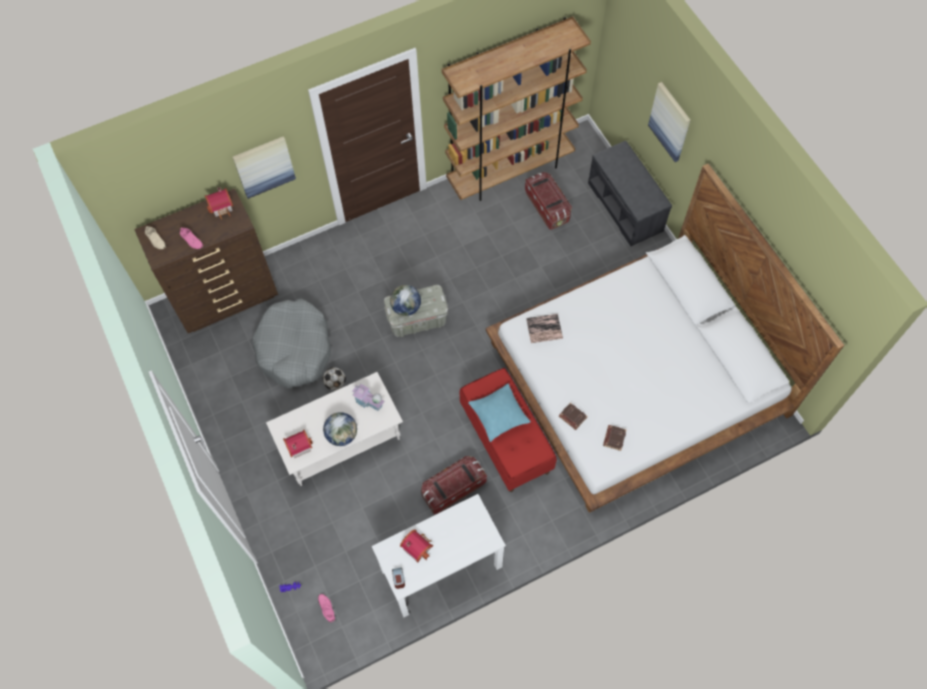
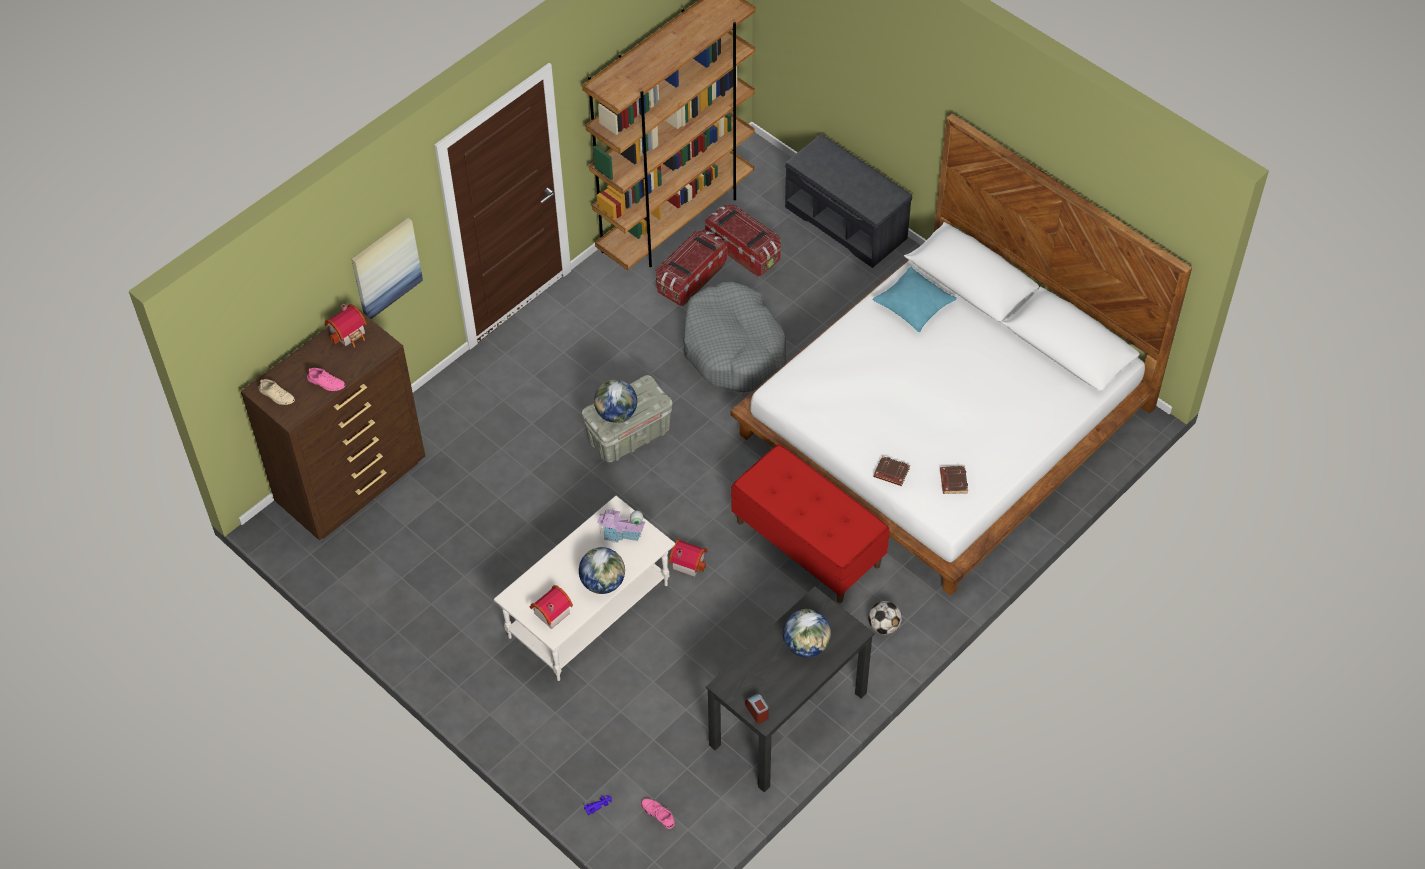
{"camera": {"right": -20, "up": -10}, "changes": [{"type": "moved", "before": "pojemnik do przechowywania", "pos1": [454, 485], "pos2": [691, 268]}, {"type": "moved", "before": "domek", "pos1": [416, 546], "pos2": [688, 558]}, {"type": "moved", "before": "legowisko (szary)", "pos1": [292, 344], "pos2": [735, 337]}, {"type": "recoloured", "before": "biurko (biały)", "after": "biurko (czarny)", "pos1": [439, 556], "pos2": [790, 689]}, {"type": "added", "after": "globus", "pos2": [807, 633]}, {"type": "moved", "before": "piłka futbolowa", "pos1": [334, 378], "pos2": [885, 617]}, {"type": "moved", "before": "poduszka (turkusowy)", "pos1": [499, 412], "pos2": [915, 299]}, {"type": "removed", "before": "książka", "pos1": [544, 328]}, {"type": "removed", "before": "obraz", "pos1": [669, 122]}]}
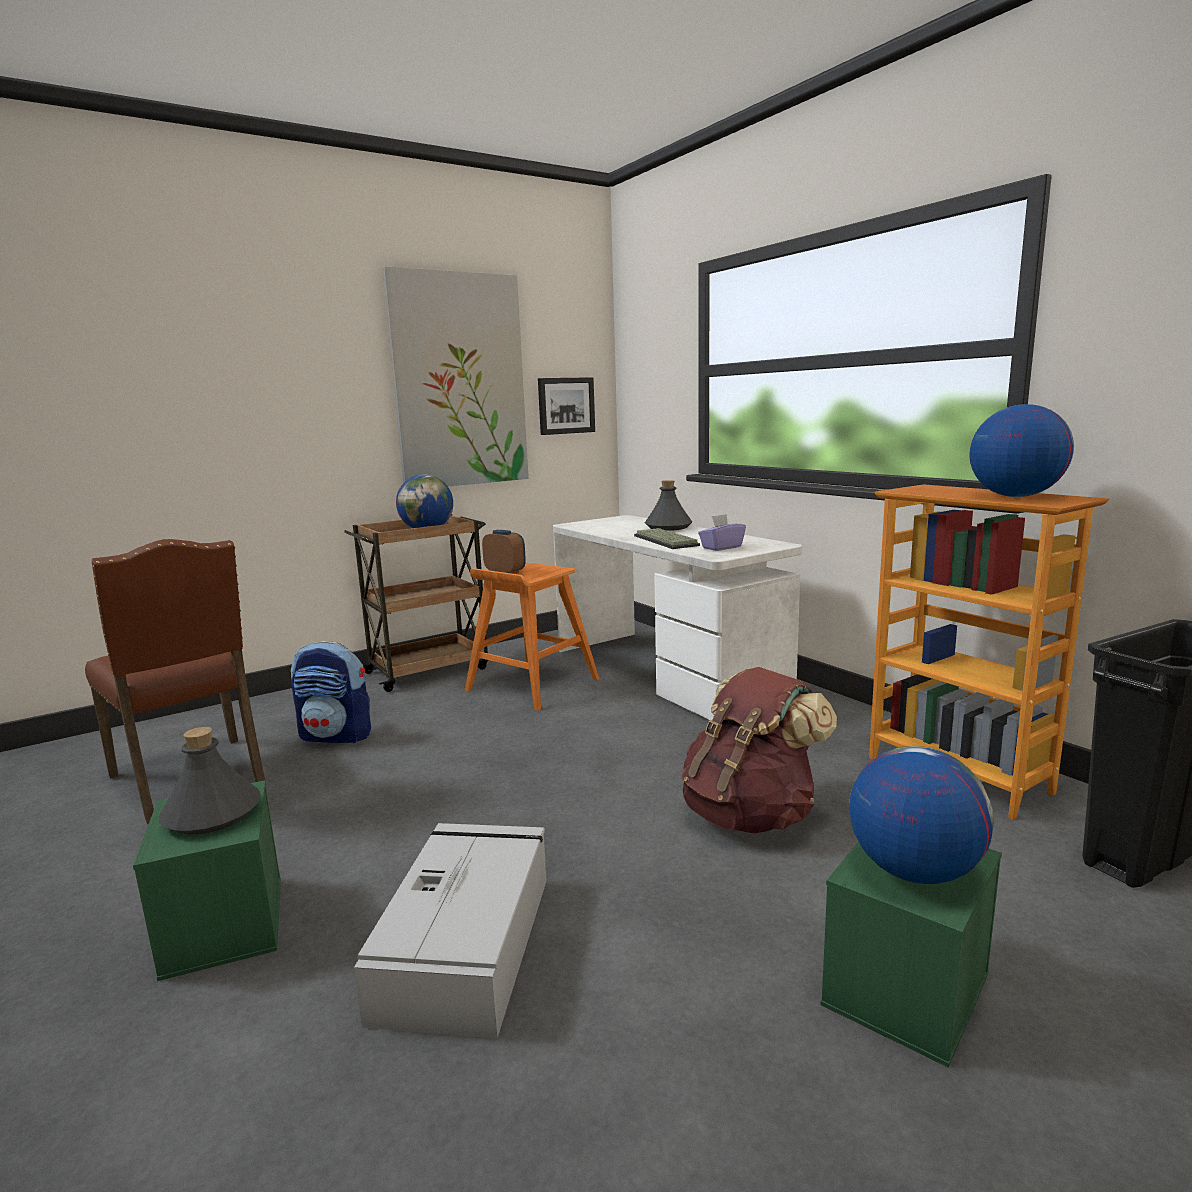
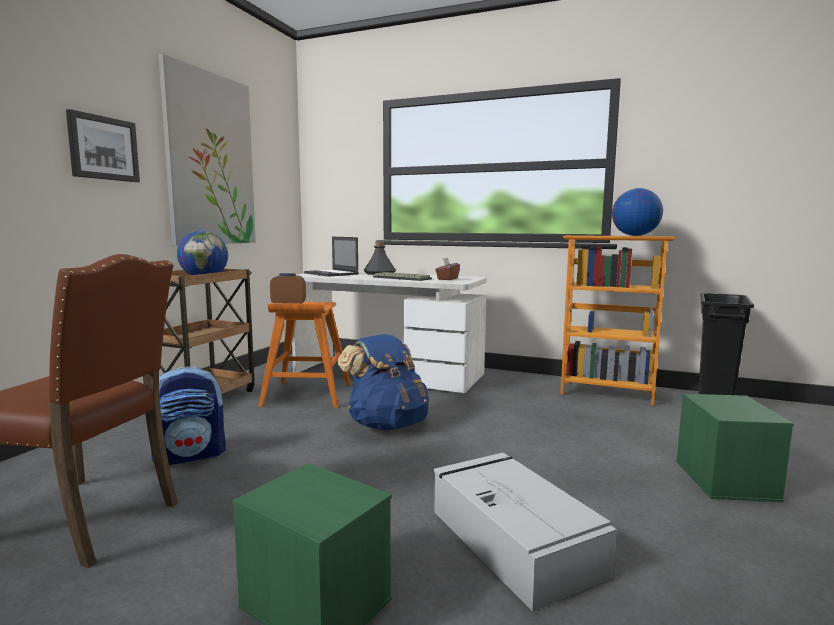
{"camera": {"right": -35, "up": -5}, "changes": [{"type": "moved", "before": "obraz", "pos1": [566, 406], "pos2": [103, 145]}, {"type": "added", "after": "laptop", "pos2": [331, 257]}, {"type": "added", "after": "plecak (niebieski)", "pos2": [383, 382]}, {"type": "recoloured", "before": "pudełko chusteczek (fioletowy)", "after": "pudełko chusteczek (brązowy)", "pos1": [722, 532], "pos2": [447, 269]}, {"type": "removed", "before": "butelka (szary)", "pos1": [210, 781]}, {"type": "removed", "before": "plecak (brązowy)", "pos1": [759, 750]}, {"type": "removed", "before": "globus", "pos1": [922, 815]}]}
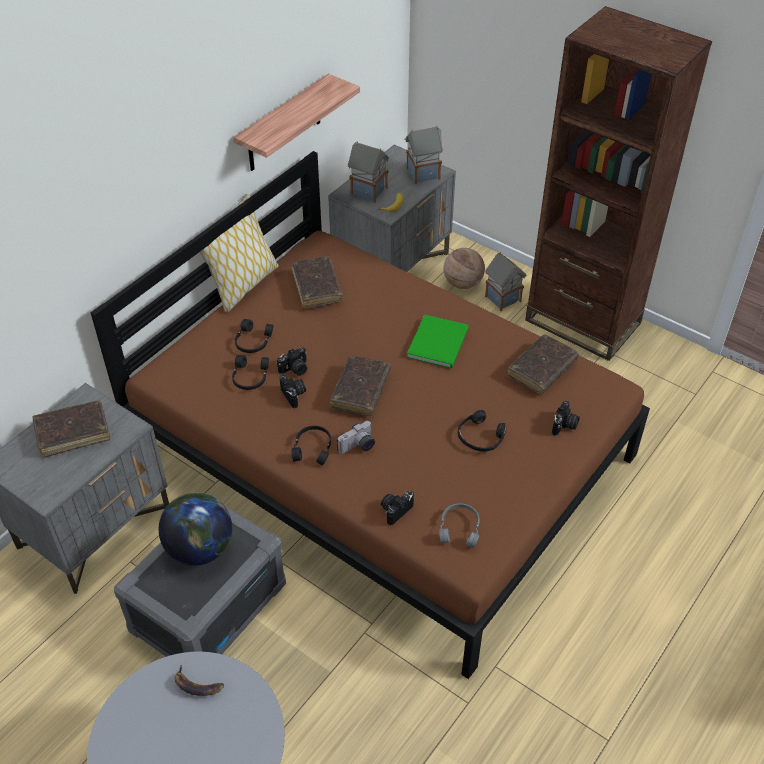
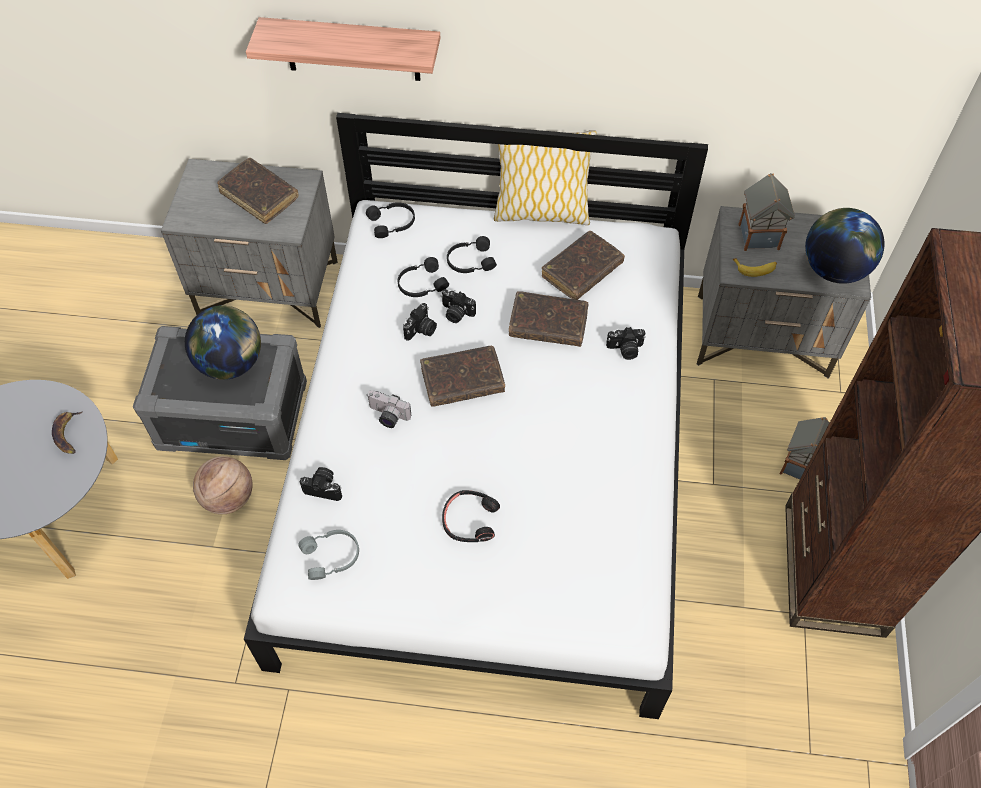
{"camera": {"right": 60, "up": 10}, "changes": [{"type": "moved", "before": "piłka do koszykówki", "pos1": [464, 268], "pos2": [223, 485]}, {"type": "recoloured", "before": "łóżko (brązowy)", "after": "łóżko (biały)", "pos1": [370, 415], "pos2": [476, 416]}, {"type": "moved", "before": "półka", "pos1": [296, 122], "pos2": [343, 49]}, {"type": "moved", "before": "słuchawki (czarny)", "pos1": [311, 446], "pos2": [390, 220]}, {"type": "moved", "before": "książka (brązowy)", "pos1": [543, 364], "pos2": [549, 319]}, {"type": "moved", "before": "aparat fotograficzny", "pos1": [566, 418], "pos2": [626, 343]}, {"type": "replaced", "before": "domek", "after": "globus", "pos1": [423, 155], "pos2": [844, 246]}, {"type": "removed", "before": "książka (zielony)", "pos1": [438, 341]}]}
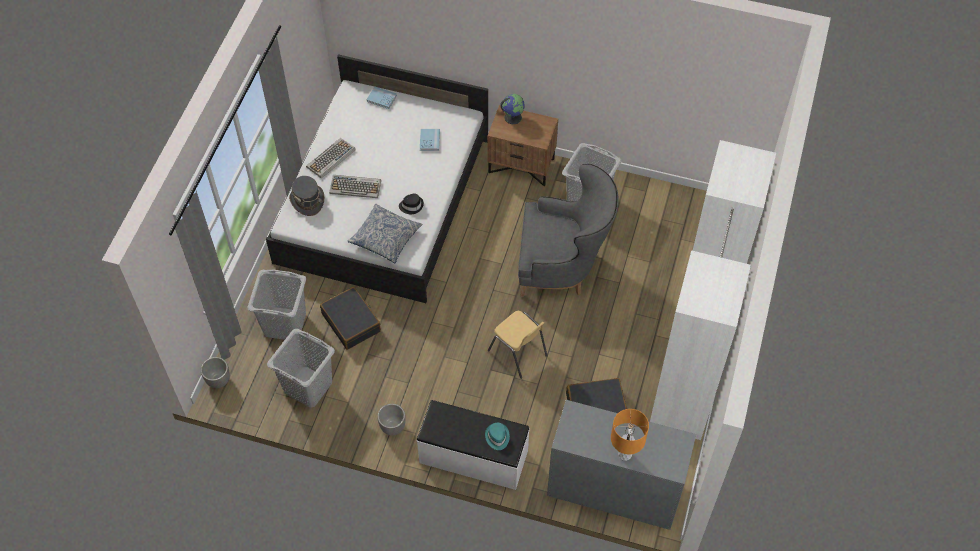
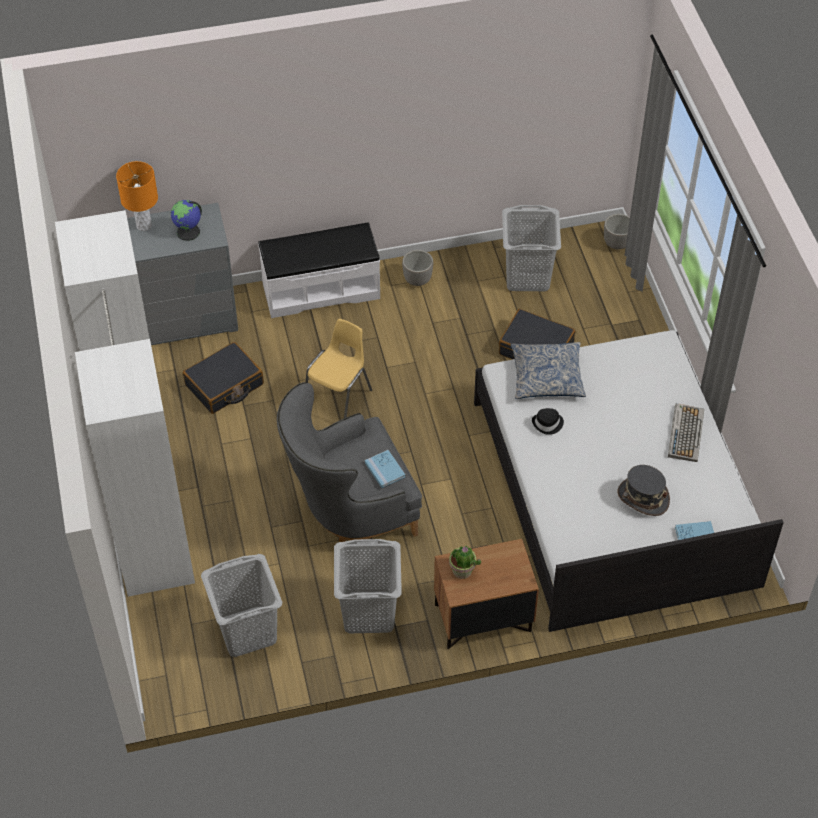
{"camera": {"right": 150, "up": -5}, "changes": [{"type": "moved", "before": "globus", "pos1": [512, 109], "pos2": [186, 220]}, {"type": "moved", "before": "kosz na pranie (szary)", "pos1": [276, 304], "pos2": [241, 605]}, {"type": "turned", "before": "krzesło (żółty)", "pos1": [518, 345], "pos2": [338, 368], "turn": 105}, {"type": "moved", "before": "książka (niebieski)", "pos1": [430, 140], "pos2": [385, 469]}, {"type": "added", "after": "roślina doniczkowa", "pos2": [465, 562]}, {"type": "moved", "before": "kapelusz (szary)", "pos1": [306, 196], "pos2": [644, 490]}, {"type": "removed", "before": "klawiatura", "pos1": [355, 186]}, {"type": "removed", "before": "kapelusz (turkusowy)", "pos1": [497, 436]}]}
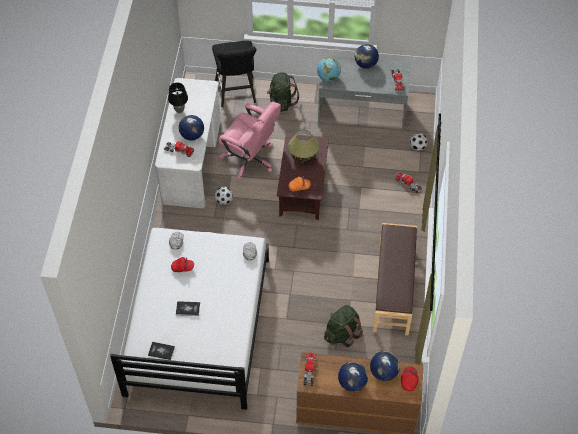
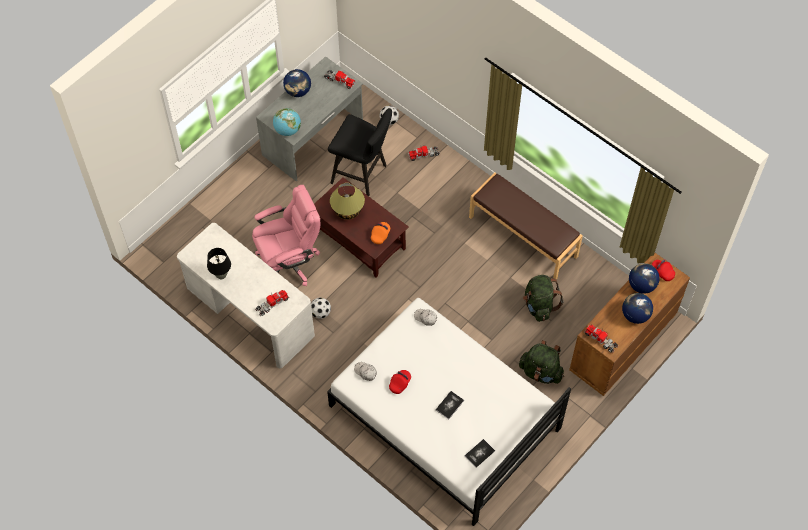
{"camera": {"right": -55, "up": 5}, "changes": [{"type": "moved", "before": "stołek (czarny)", "pos1": [234, 74], "pos2": [360, 152]}, {"type": "moved", "before": "plecak (zielony)", "pos1": [283, 92], "pos2": [541, 362]}, {"type": "removed", "before": "globus", "pos1": [191, 127]}]}
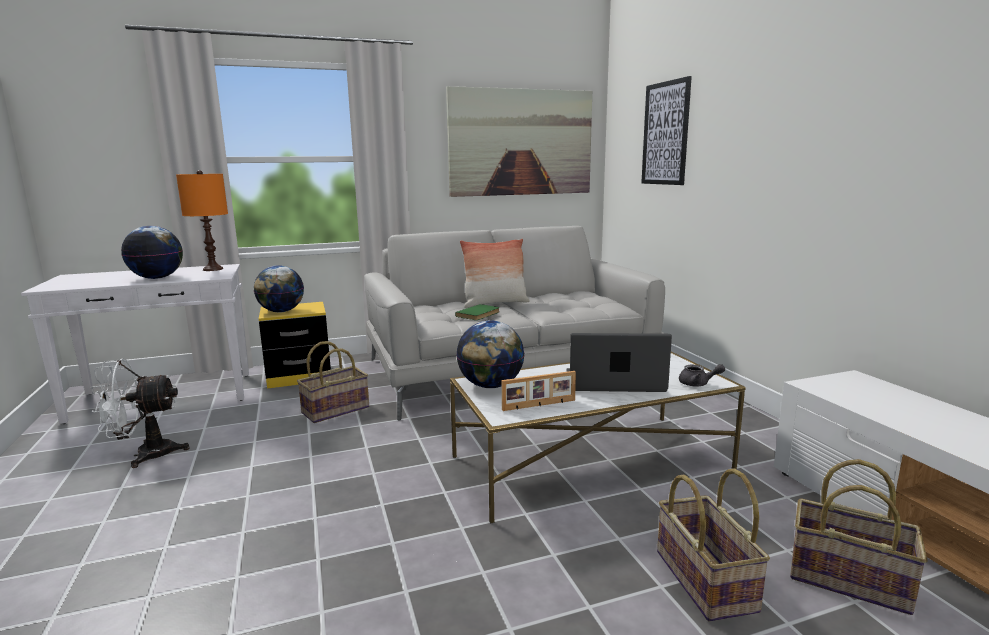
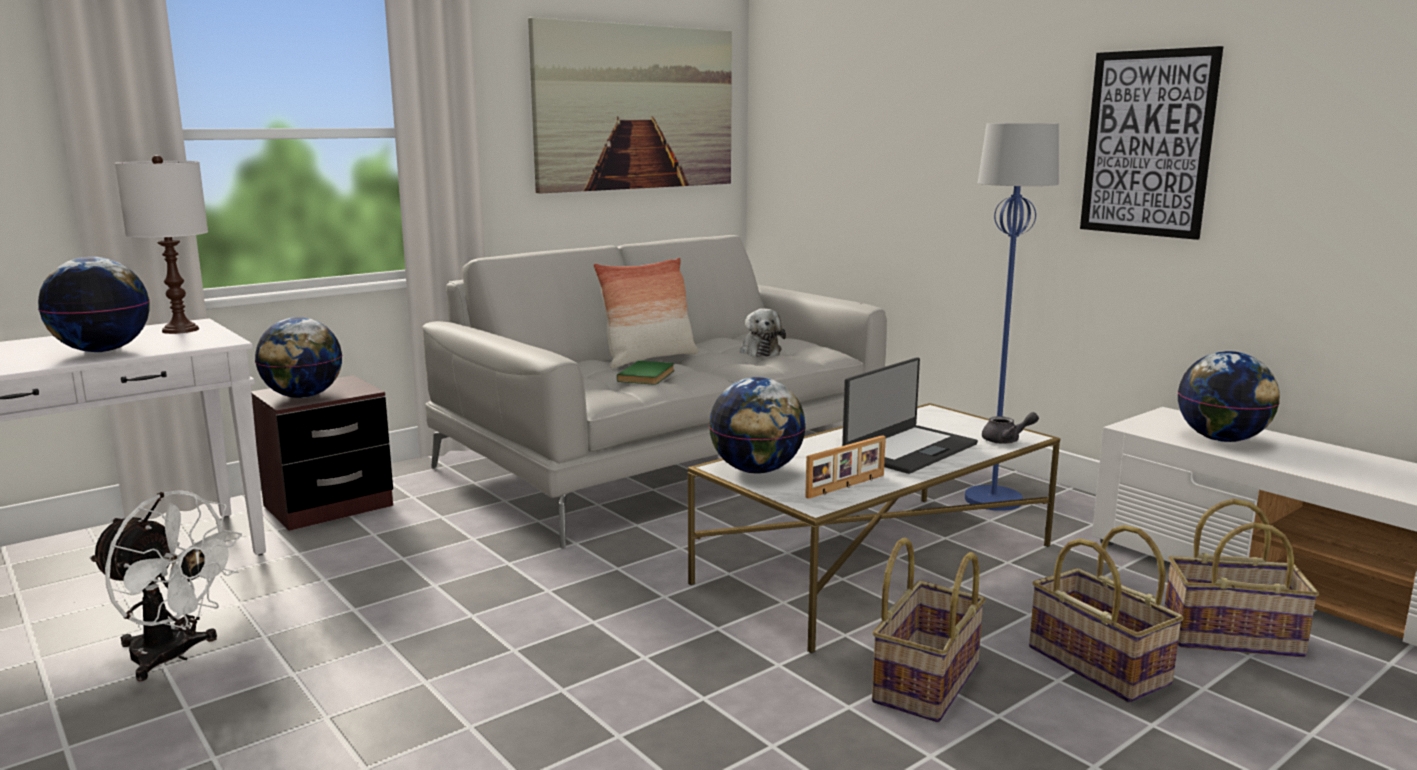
{"camera": {"right": -20, "up": 0}, "changes": [{"type": "turned", "before": "wentylator (biały)", "pos1": [140, 413], "pos2": [165, 585], "turn": -120}, {"type": "recoloured", "before": "lampa stołowa (pomarańczowy)", "after": "lampa stołowa (biały)", "pos1": [202, 220], "pos2": [161, 244]}, {"type": "recoloured", "before": "szafka nocna (żółty)", "after": "szafka nocna (brązowy)", "pos1": [295, 345], "pos2": [322, 453]}, {"type": "added", "after": "pluszak", "pos2": [763, 333]}, {"type": "turned", "before": "laptop", "pos1": [619, 362], "pos2": [910, 415], "turn": 150}, {"type": "moved", "before": "koszyk", "pos1": [333, 382], "pos2": [929, 629]}, {"type": "added", "after": "lampa stojąca (niebieski)", "pos2": [1012, 317]}, {"type": "moved", "before": "obraz", "pos1": [666, 130], "pos2": [1151, 143]}, {"type": "added", "after": "globus", "pos2": [1229, 396]}]}
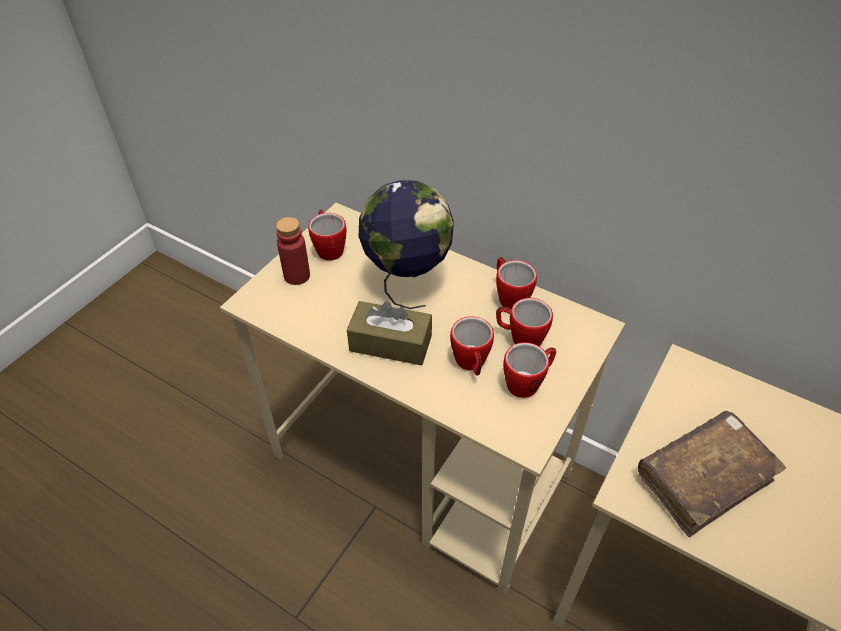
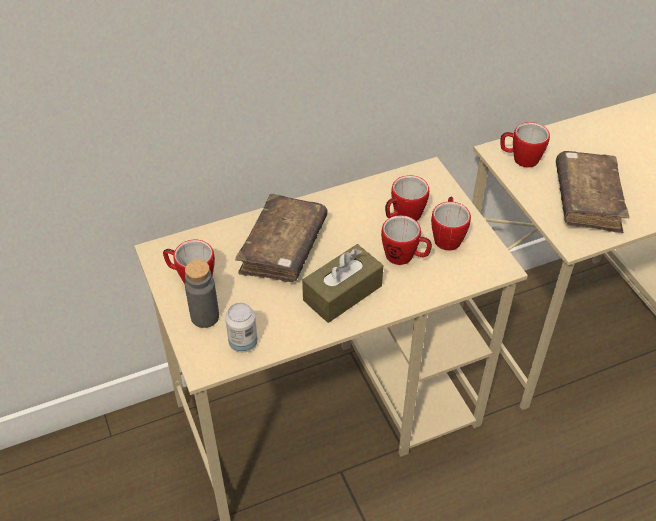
{"camera": {"right": -55, "up": 0}, "changes": [{"type": "recoloured", "before": "butelka (czerwony)", "after": "butelka (szary)", "pos1": [293, 251], "pos2": [202, 294]}, {"type": "added", "after": "puszka", "pos2": [241, 327]}, {"type": "replaced", "before": "globus", "after": "książka (brązowy)", "pos1": [406, 244], "pos2": [281, 238]}, {"type": "moved", "before": "kubek", "pos1": [516, 283], "pos2": [525, 145]}]}
